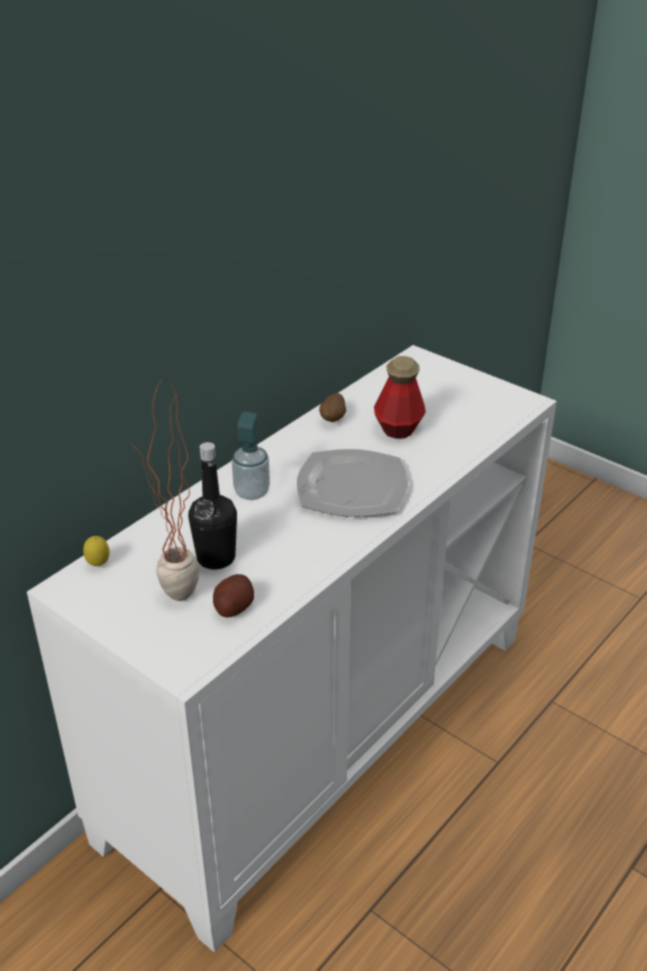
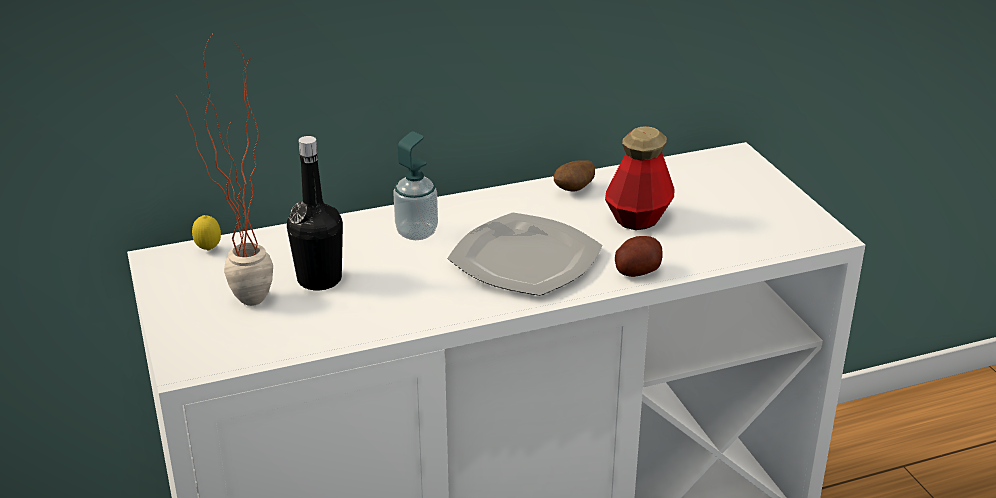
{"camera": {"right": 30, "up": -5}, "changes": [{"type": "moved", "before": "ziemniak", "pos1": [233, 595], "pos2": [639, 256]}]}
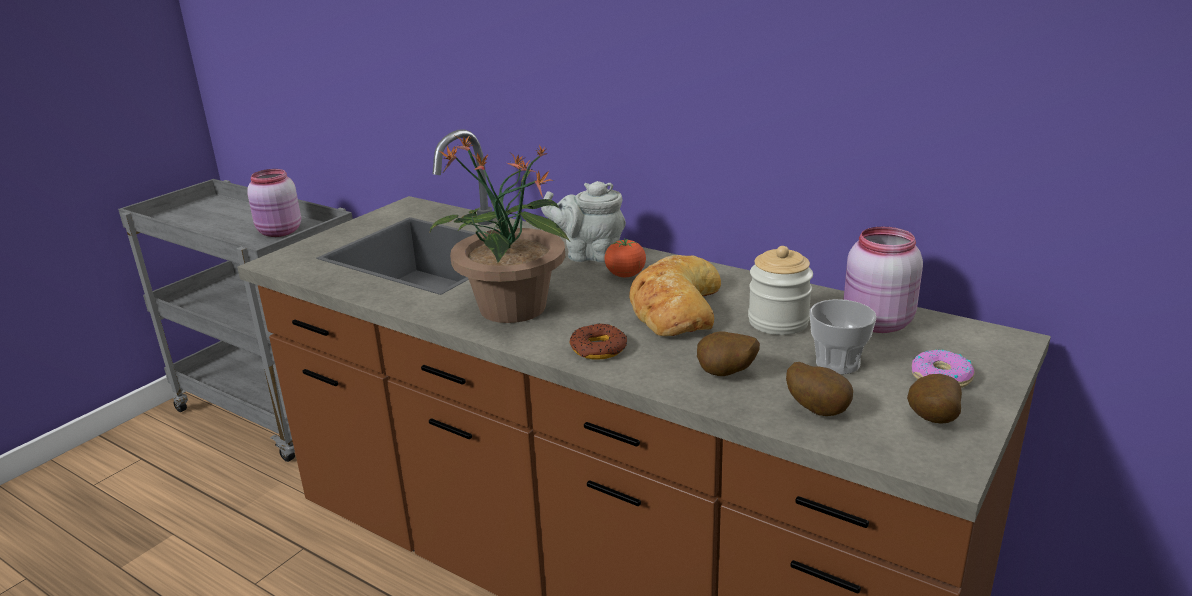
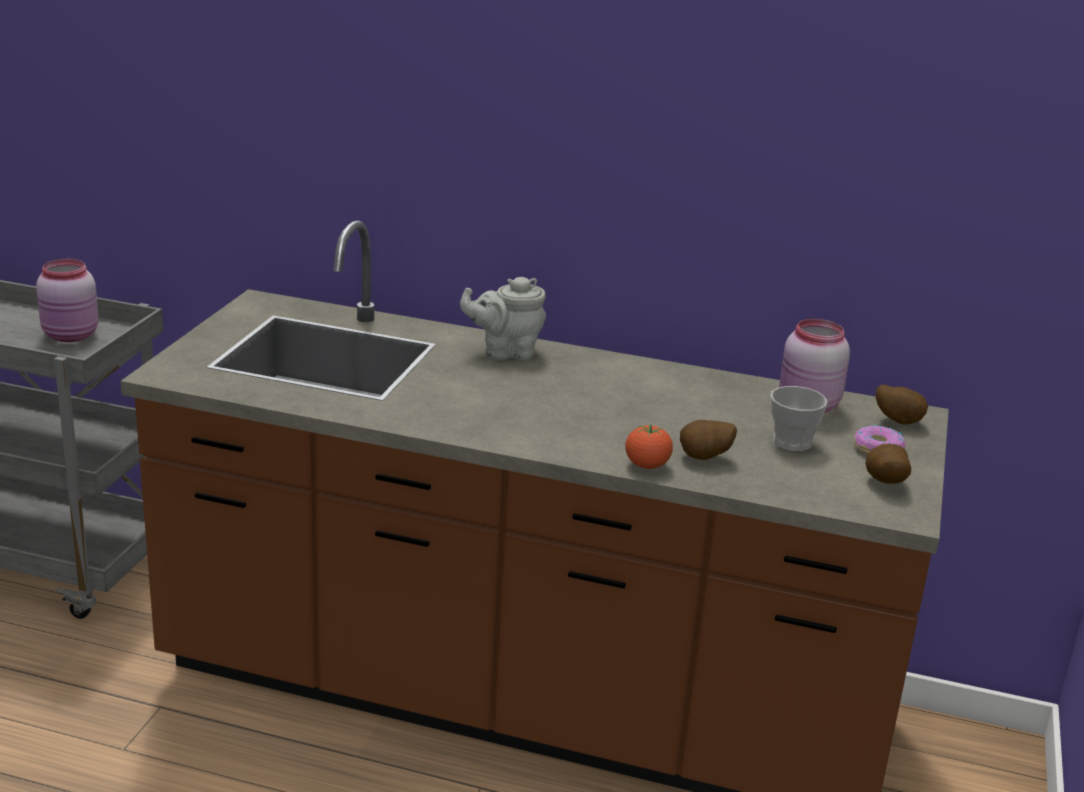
{"camera": {"right": -20, "up": 0}, "changes": [{"type": "moved", "before": "pomidor", "pos1": [625, 257], "pos2": [649, 446]}, {"type": "moved", "before": "ziemniak", "pos1": [819, 389], "pos2": [902, 404]}, {"type": "removed", "before": "roślina doniczkowa", "pos1": [500, 229]}, {"type": "removed", "before": "donut", "pos1": [598, 341]}, {"type": "removed", "before": "chleb", "pos1": [675, 295]}, {"type": "removed", "before": "słoik", "pos1": [780, 290]}]}
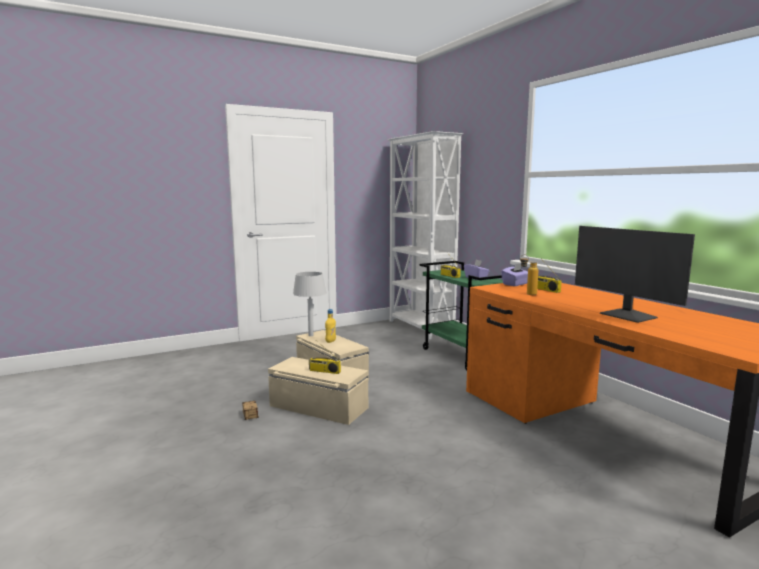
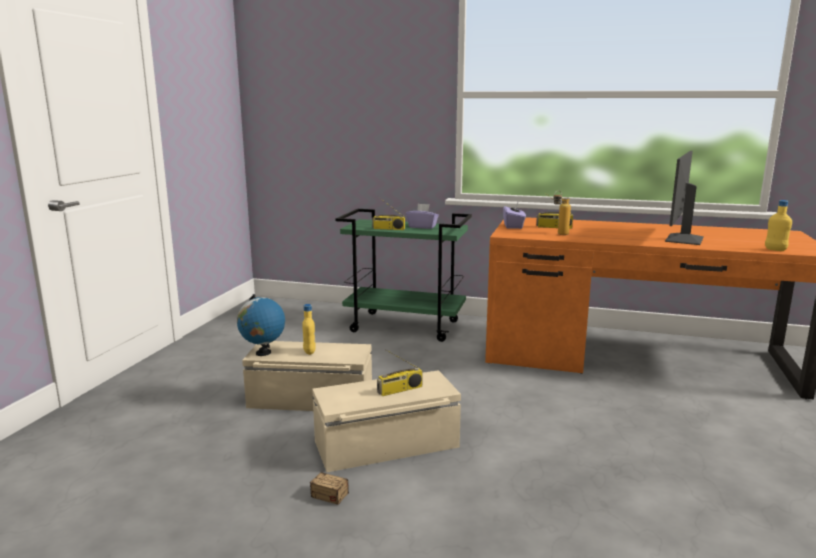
{"camera": {"right": -45, "up": 5}, "changes": [{"type": "replaced", "before": "lampa stołowa (szary)", "after": "globus", "pos1": [310, 304], "pos2": [261, 325]}, {"type": "turned", "before": "monitor", "pos1": [635, 274], "pos2": [684, 198], "turn": 105}, {"type": "added", "after": "butelka (żółty)", "pos2": [778, 225]}, {"type": "removed", "before": "regał (biały)", "pos1": [425, 235]}]}
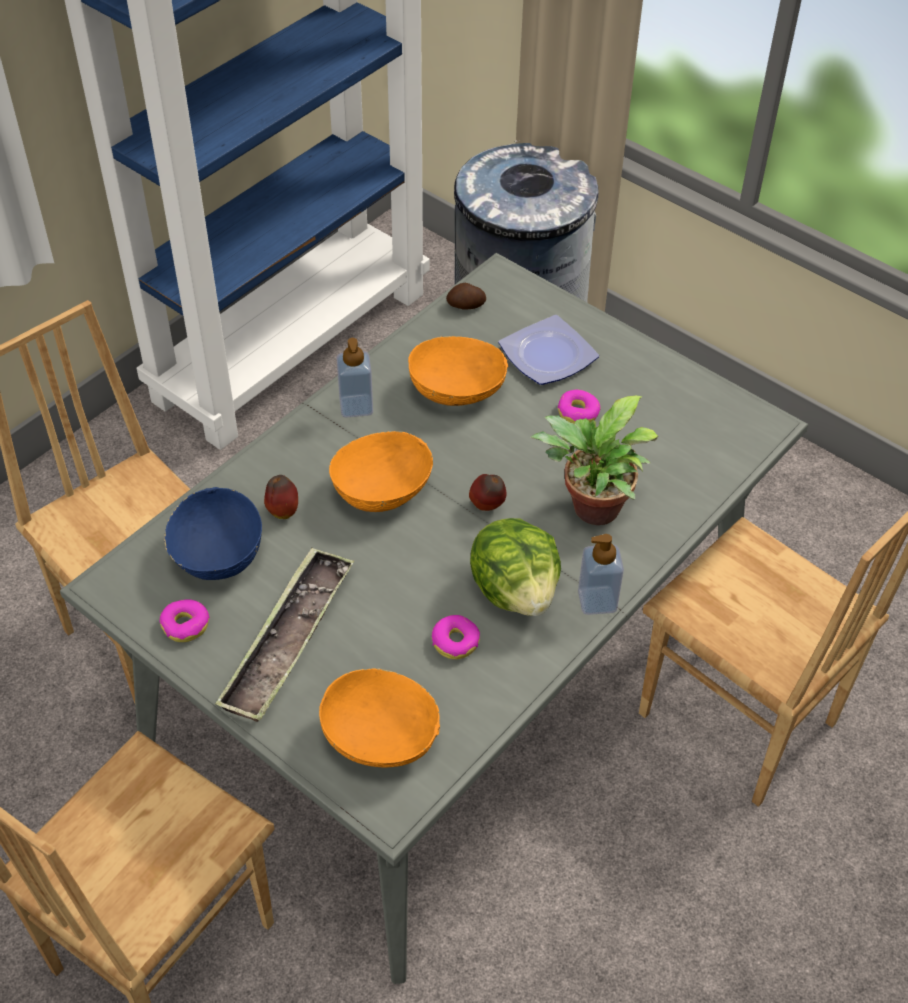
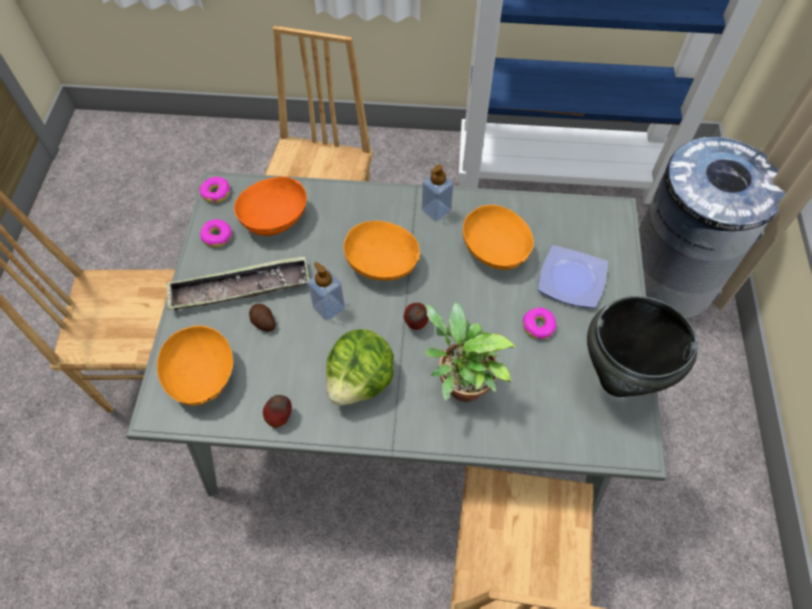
{"camera": {"right": 55, "up": 10}, "changes": [{"type": "moved", "before": "donut", "pos1": [456, 637], "pos2": [215, 190]}, {"type": "recoloured", "before": "miska (niebieski)", "after": "miska (pomarańczowy)", "pos1": [213, 533], "pos2": [270, 206]}, {"type": "moved", "before": "ziemniak", "pos1": [466, 296], "pos2": [262, 318]}, {"type": "moved", "before": "jabłko", "pos1": [281, 497], "pos2": [277, 411]}, {"type": "moved", "before": "dozownik mydła", "pos1": [601, 574], "pos2": [326, 291]}, {"type": "added", "after": "garnek (czarny)", "pos2": [642, 346]}]}
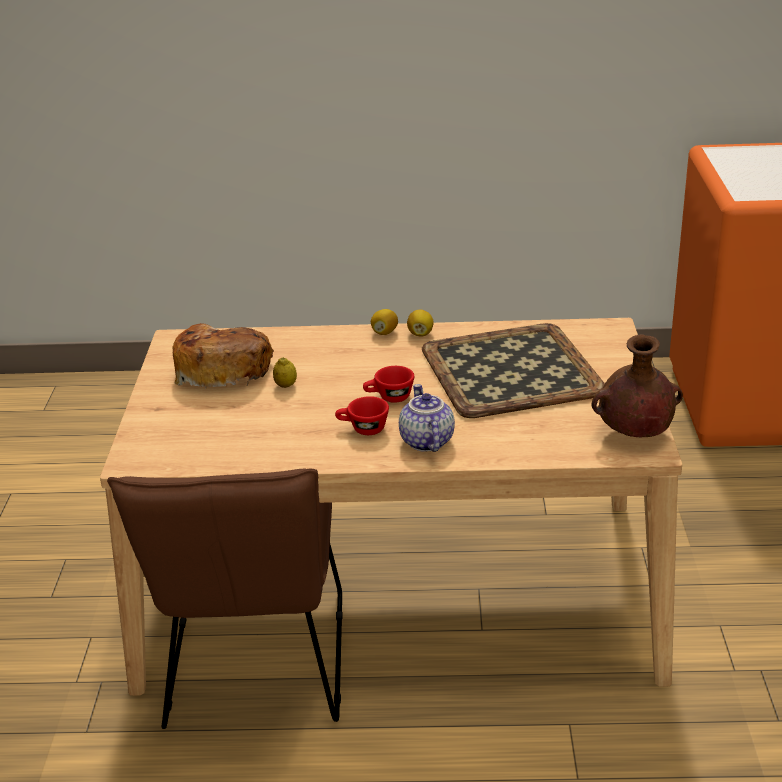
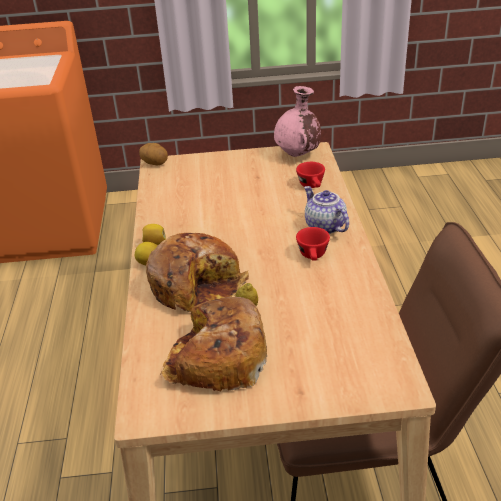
{"camera": {"right": -95, "up": 5}, "changes": [{"type": "added", "after": "ziemniak", "pos2": [153, 154]}, {"type": "added", "after": "chleb", "pos2": [197, 272]}, {"type": "recoloured", "before": "wazon (brązowy)", "after": "wazon (różowy)", "pos1": [637, 385], "pos2": [297, 121]}, {"type": "moved", "before": "filiżanka (czerwony)", "pos1": [388, 384], "pos2": [310, 175]}, {"type": "turned", "before": "imbryk", "pos1": [427, 418], "pos2": [326, 210], "turn": 75}, {"type": "removed", "before": "taca", "pos1": [513, 370]}]}
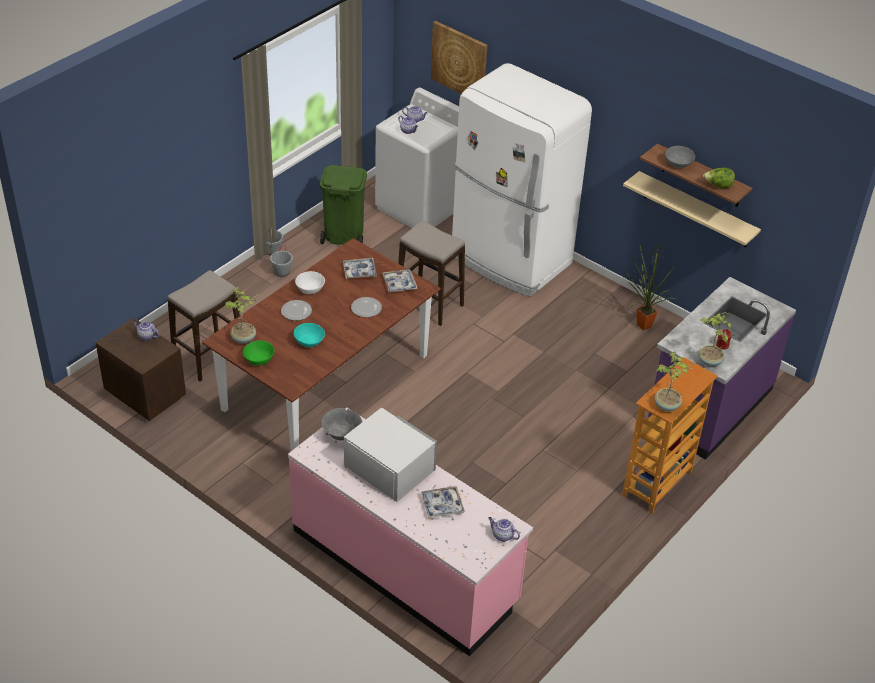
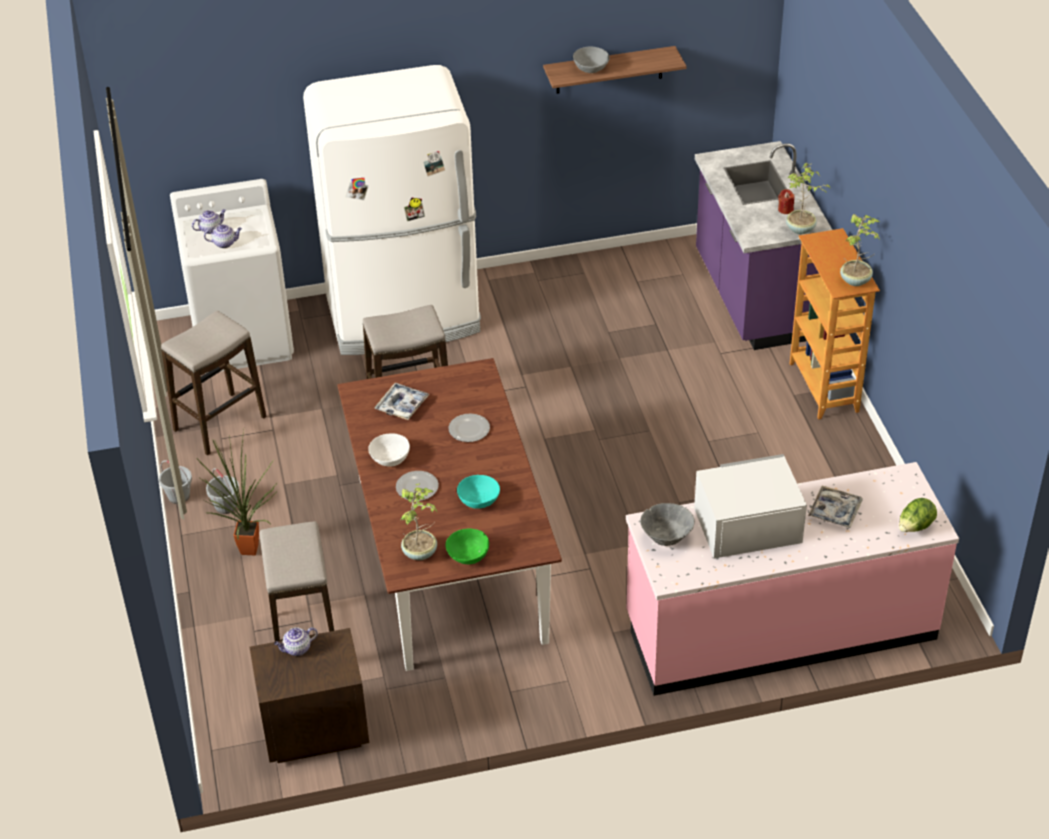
{"camera": {"right": -50, "up": 0}, "changes": [{"type": "replaced", "before": "kosz na śmieci (zielony)", "after": "stołek", "pos1": [343, 205], "pos2": [214, 383]}, {"type": "moved", "before": "roślina doniczkowa", "pos1": [650, 287], "pos2": [237, 492]}, {"type": "moved", "before": "sałata", "pos1": [719, 178], "pos2": [918, 515]}, {"type": "removed", "before": "taca", "pos1": [400, 281]}, {"type": "removed", "before": "obraz", "pos1": [459, 57]}, {"type": "removed", "before": "imbryk", "pos1": [504, 529]}, {"type": "removed", "before": "półka (beżowy)", "pos1": [692, 209]}]}
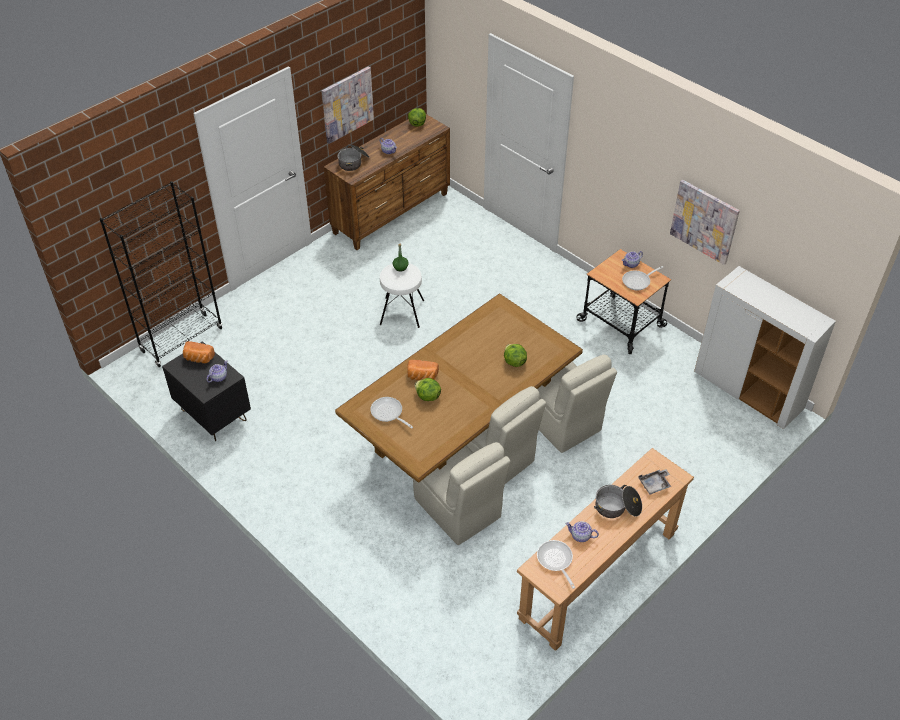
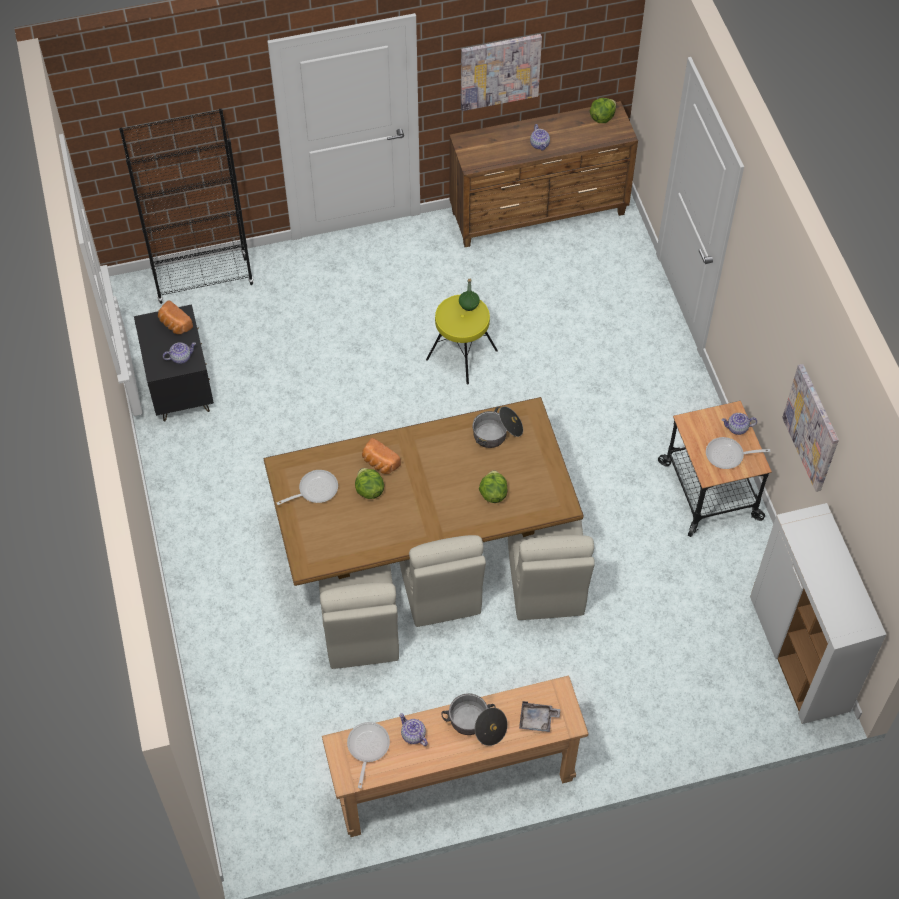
{"camera": {"right": 30, "up": 10}, "changes": [{"type": "turned", "before": "patelnia", "pos1": [391, 413], "pos2": [307, 487], "turn": 75}, {"type": "recoloured", "before": "stołek (biały)", "after": "stołek (żółty)", "pos1": [402, 295], "pos2": [462, 339]}, {"type": "moved", "before": "garnek", "pos1": [353, 157], "pos2": [498, 427]}]}
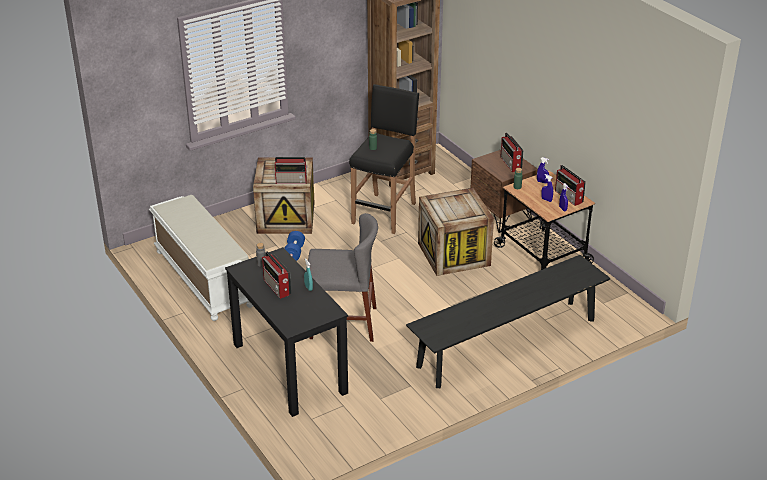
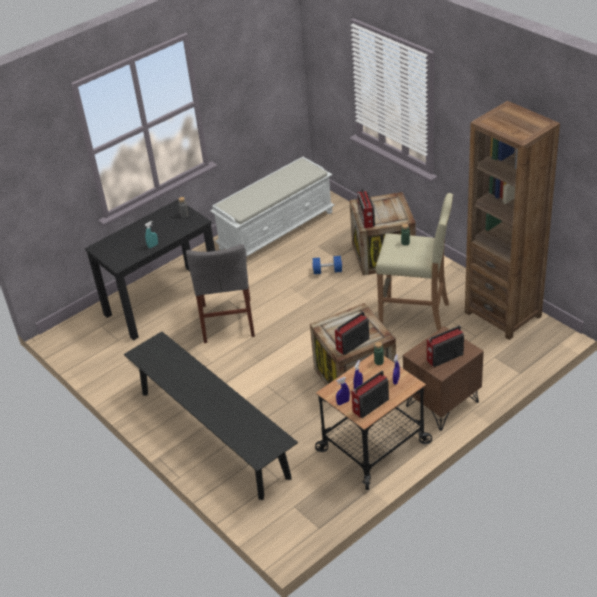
{"camera": {"right": 85, "up": 5}, "changes": [{"type": "moved", "before": "radio", "pos1": [276, 275], "pos2": [352, 333]}, {"type": "recoloured", "before": "stołek (czarny)", "after": "stołek (beżowy)", "pos1": [384, 159], "pos2": [414, 262]}]}
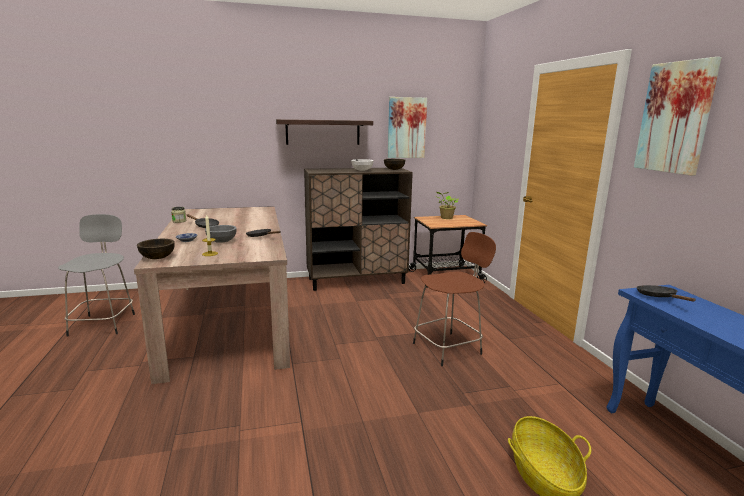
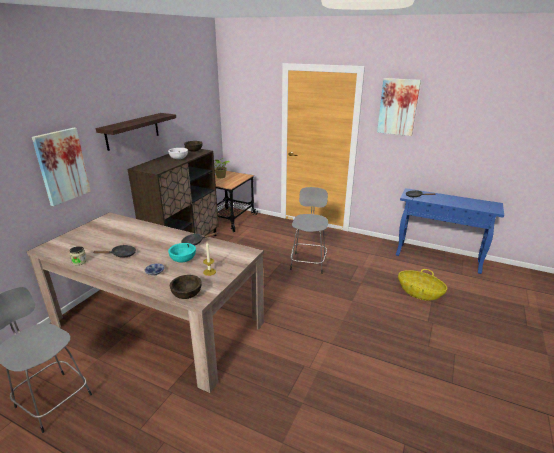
{"camera": {"right": -50, "up": 10}, "changes": [{"type": "moved", "before": "obraz", "pos1": [407, 127], "pos2": [61, 167]}, {"type": "recoloured", "before": "miska (szary)", "after": "miska (turkusowy)", "pos1": [221, 234], "pos2": [182, 253]}, {"type": "recoloured", "before": "stołek (brązowy)", "after": "stołek (szary)", "pos1": [454, 299], "pos2": [309, 230]}]}
